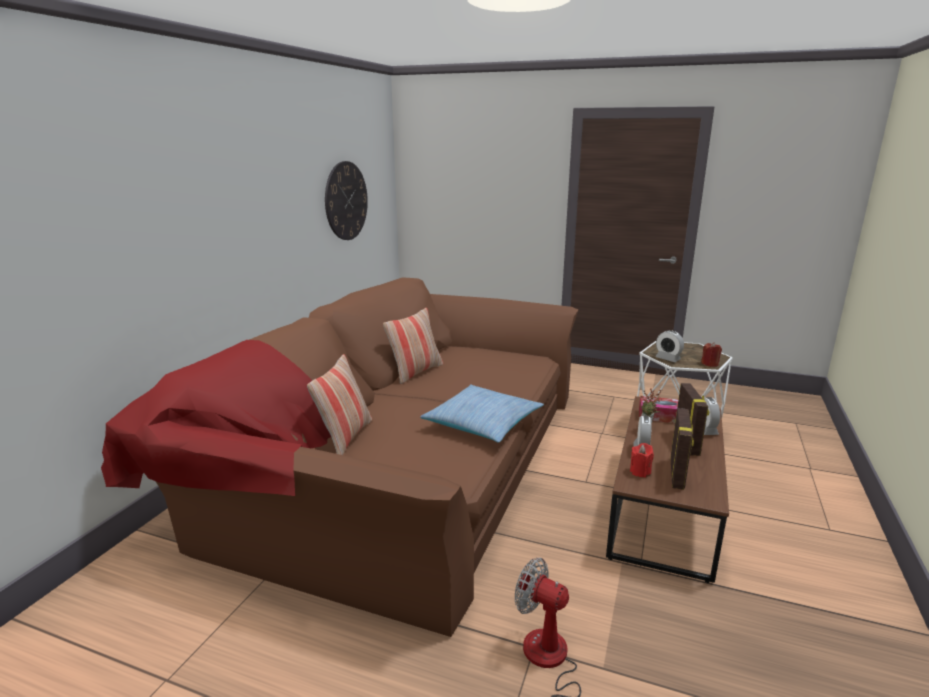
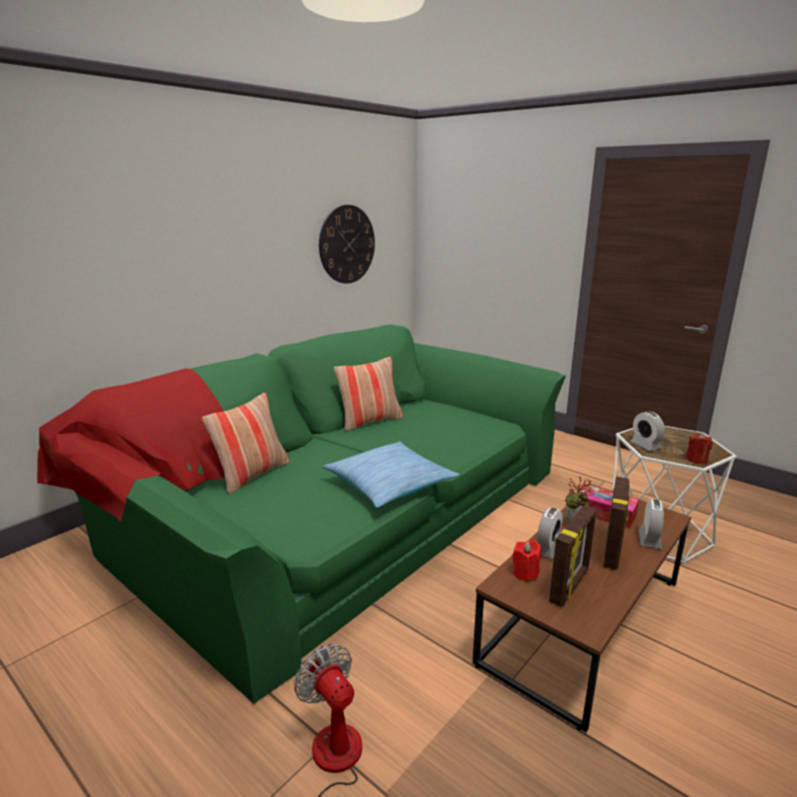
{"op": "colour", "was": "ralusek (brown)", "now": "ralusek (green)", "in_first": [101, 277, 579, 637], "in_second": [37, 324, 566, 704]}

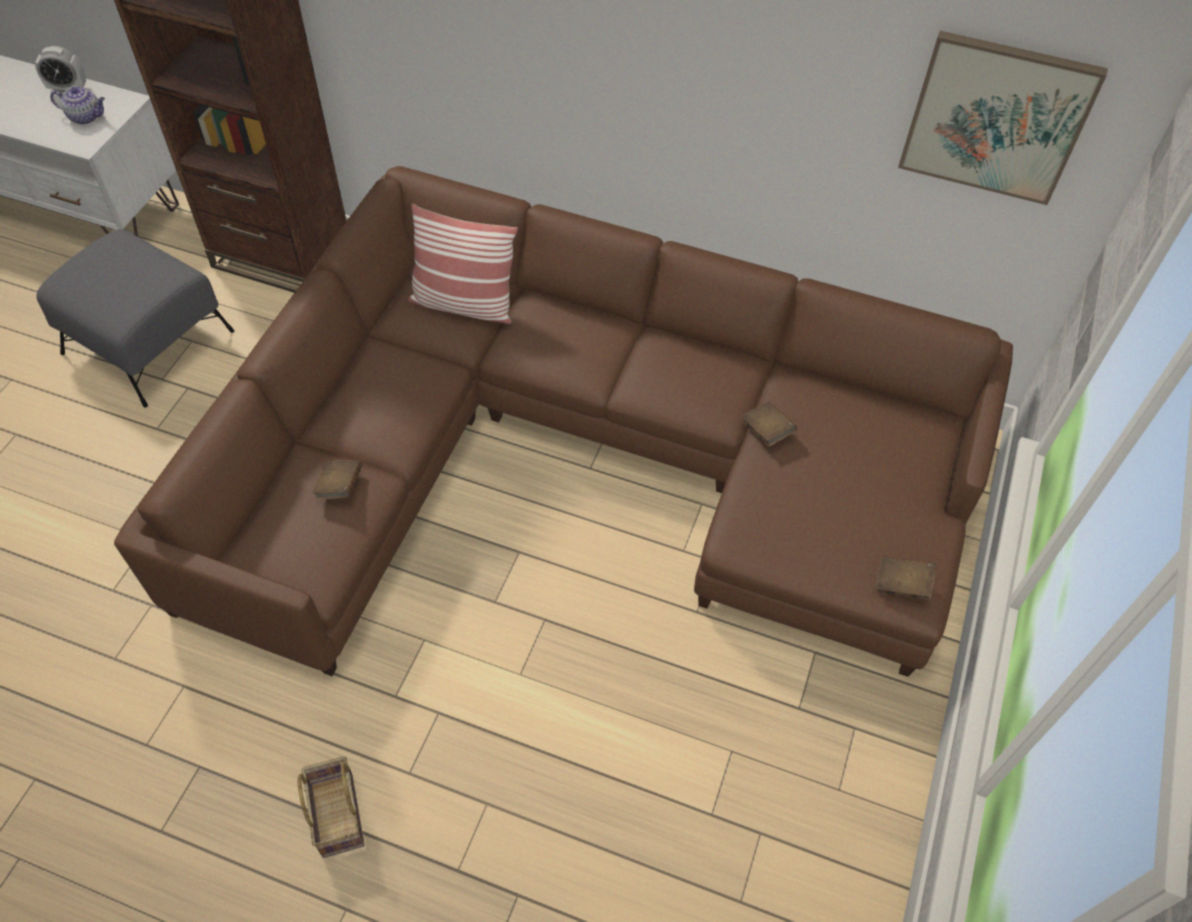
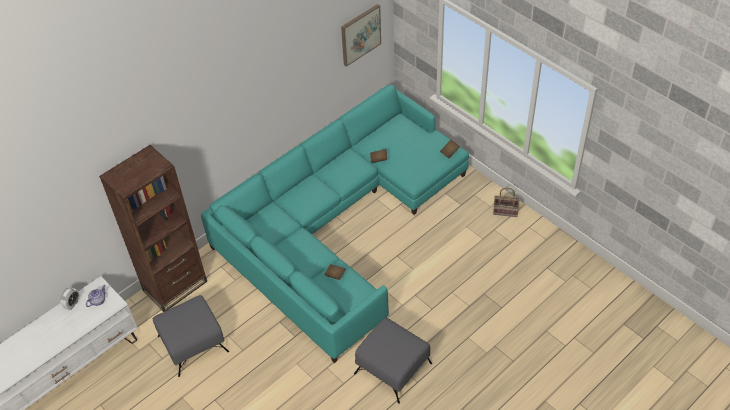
{"op": "colour", "was": "ralusek (brown)", "now": "ralusek (turquoise)", "in_first": [114, 166, 1013, 677], "in_second": [201, 85, 469, 363]}
{"op": "appeared", "now": "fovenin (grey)", "in_second": [354, 318, 432, 404]}
{"op": "relocated", "was": "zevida", "in_first": [298, 757, 364, 858], "in_second": [493, 188, 520, 217]}
{"op": "missing", "was": "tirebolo", "in_first": [408, 204, 518, 324]}

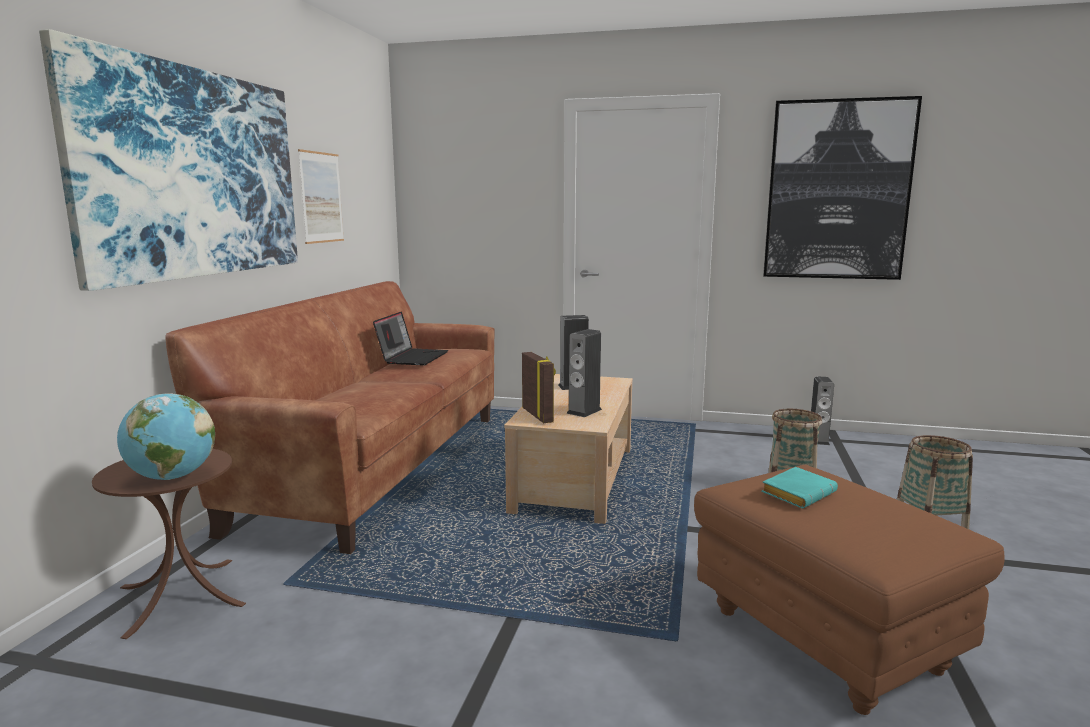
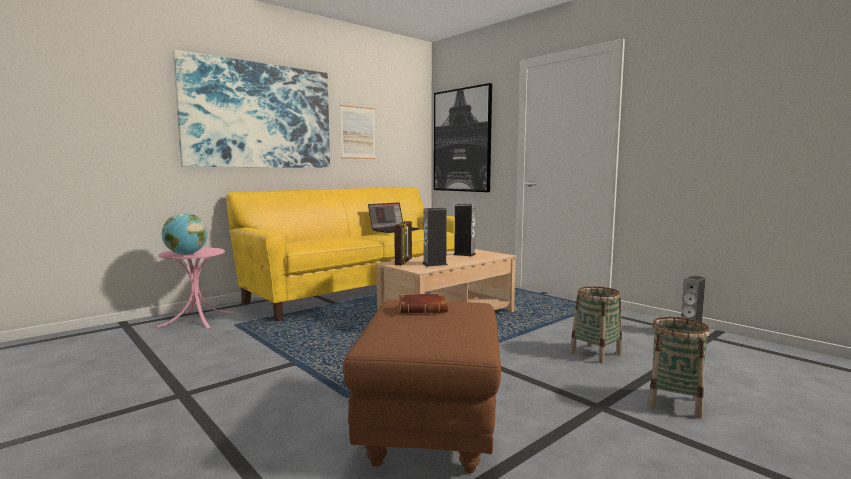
{"op": "colour", "was": "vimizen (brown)", "now": "vimizen (pink)", "in_first": [92, 449, 246, 639], "in_second": [157, 248, 234, 328]}
{"op": "colour", "was": "ralusek (brown)", "now": "ralusek (yellow)", "in_first": [165, 281, 494, 554], "in_second": [226, 187, 455, 321]}
{"op": "colour", "was": "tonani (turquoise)", "now": "tonani (brown)", "in_first": [762, 467, 838, 508], "in_second": [399, 294, 448, 314]}
{"op": "relocated", "was": "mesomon", "in_first": [763, 96, 922, 280], "in_second": [434, 83, 492, 192]}

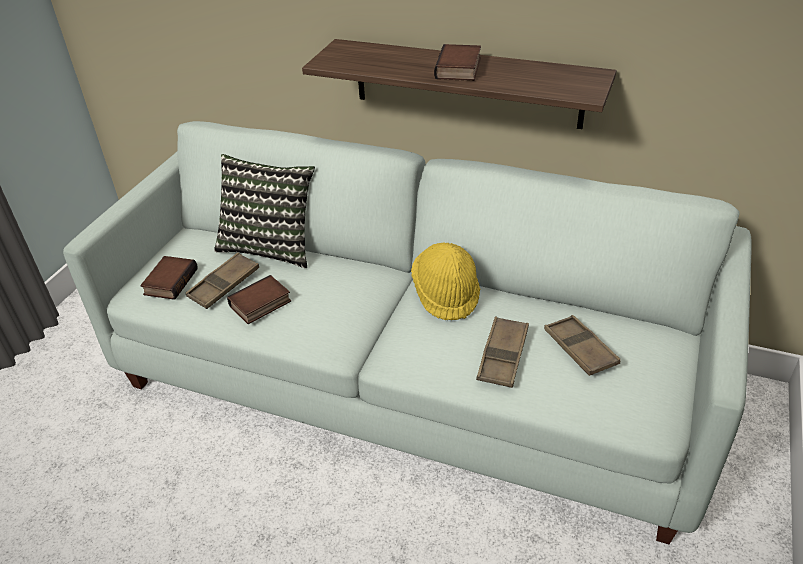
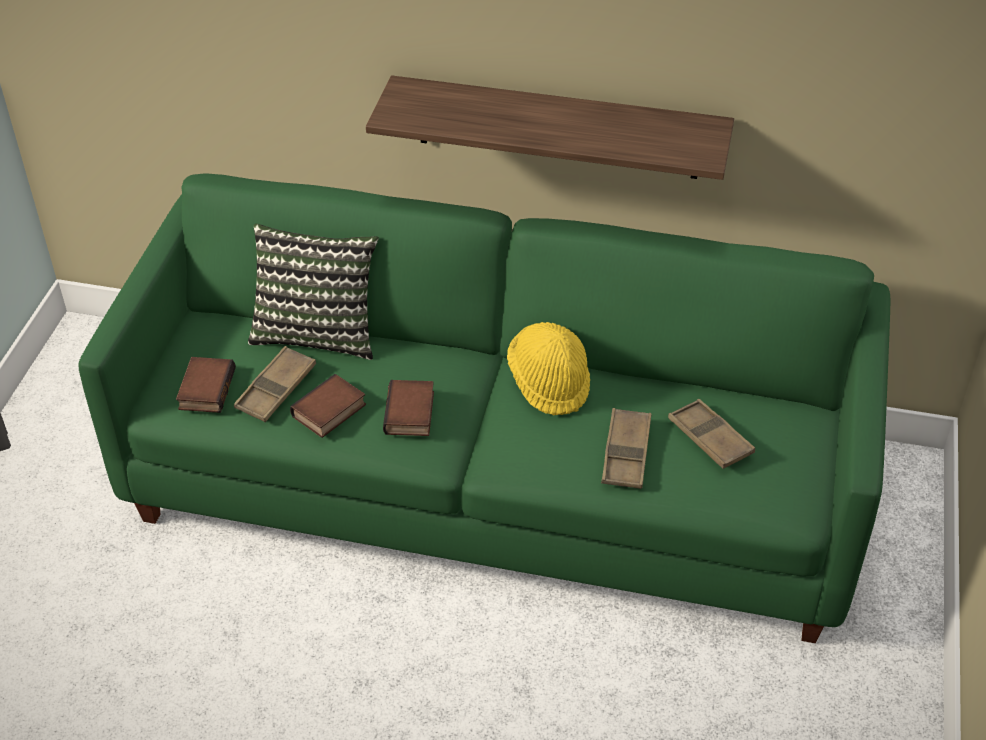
{"op": "colour", "was": "ralusek (white)", "now": "ralusek (green)", "in_first": [63, 121, 752, 544], "in_second": [78, 173, 890, 643]}
{"op": "relocated", "was": "tonani", "in_first": [434, 44, 481, 81], "in_second": [383, 380, 434, 436]}

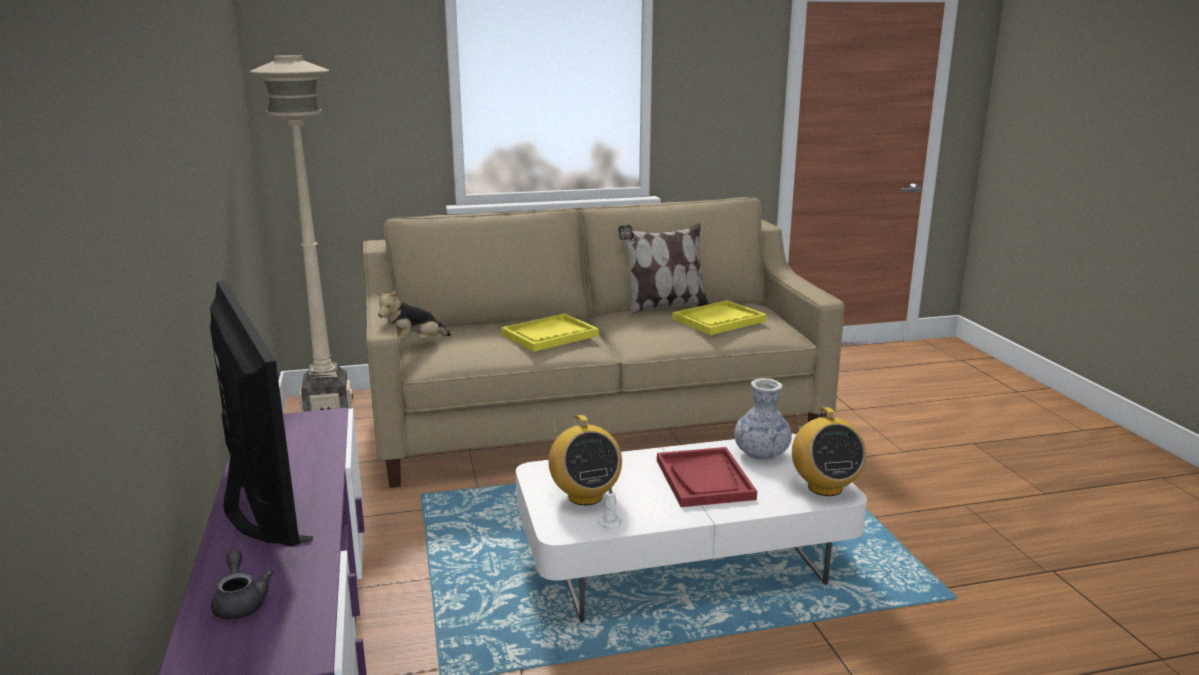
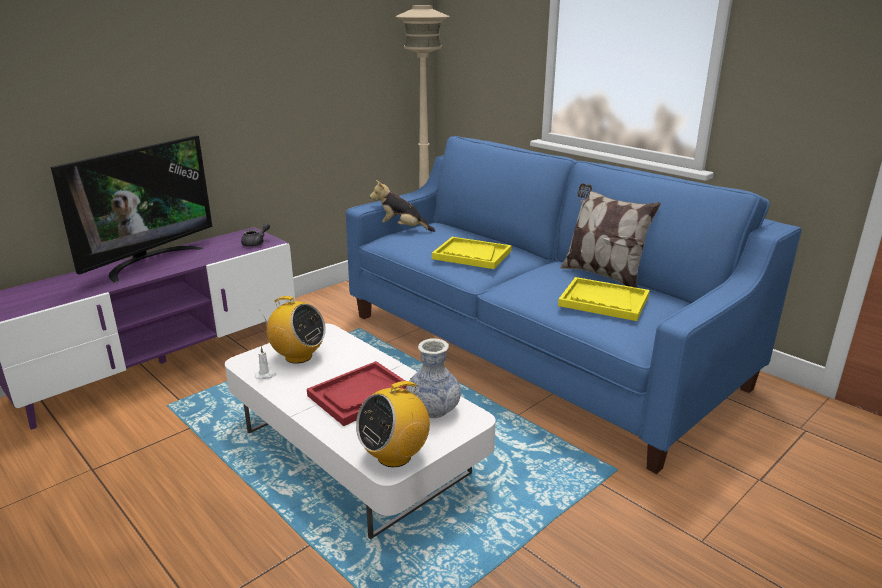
{"op": "relocated", "was": "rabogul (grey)", "in_first": [211, 550, 274, 620], "in_second": [241, 223, 270, 247]}
{"op": "spun", "was": "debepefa", "in_first": [549, 415, 622, 505], "in_second": [260, 296, 326, 364], "clockwise": -105}
{"op": "colour", "was": "ralusek (beige)", "now": "ralusek (blue)", "in_first": [363, 197, 844, 488], "in_second": [346, 136, 802, 474]}

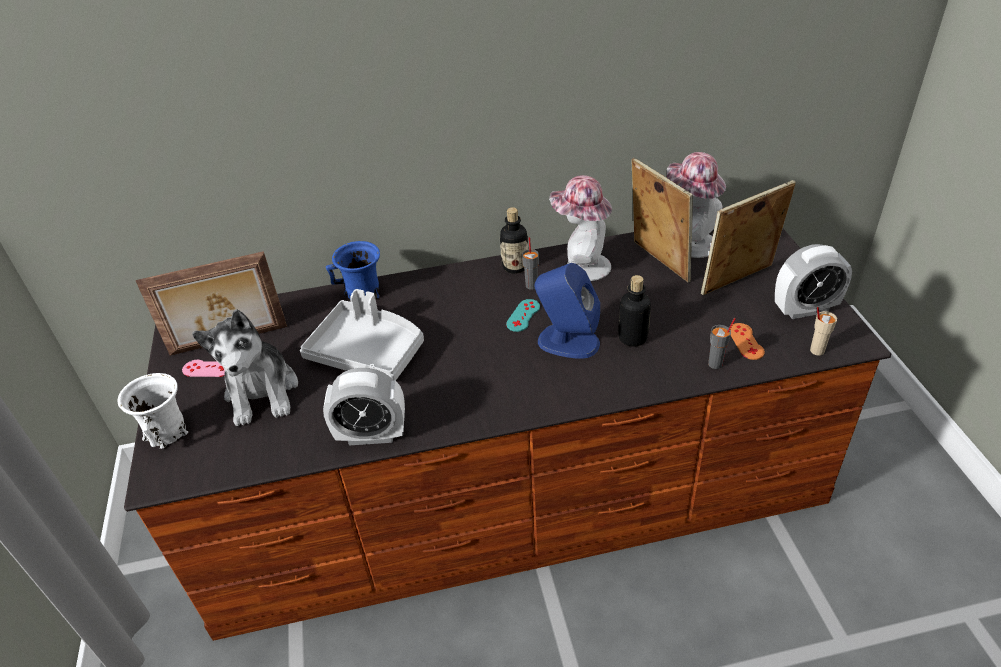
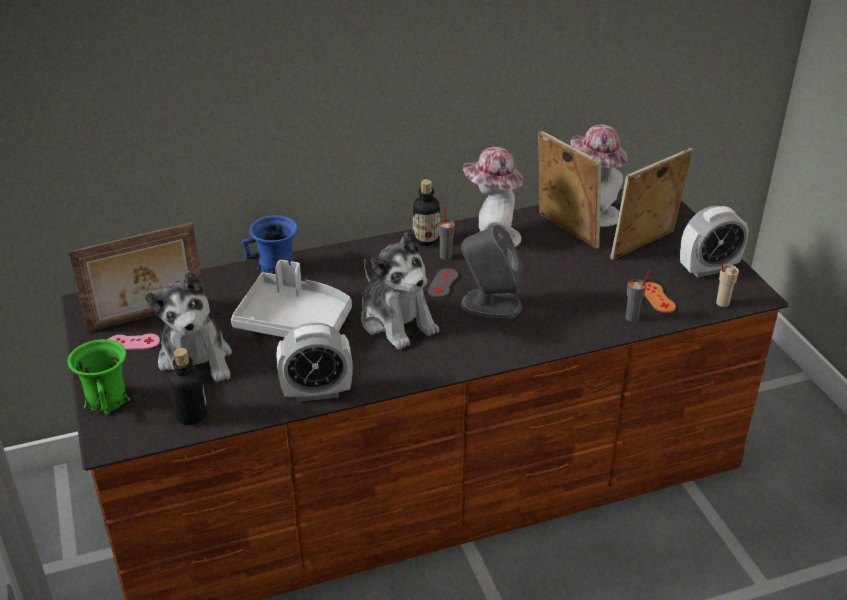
{"op": "colour", "was": "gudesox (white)", "now": "gudesox (green)", "in_first": [117, 373, 188, 449], "in_second": [68, 339, 130, 414]}
{"op": "relocated", "was": "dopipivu", "in_first": [618, 275, 651, 347], "in_second": [169, 348, 207, 425]}
{"op": "appeared", "now": "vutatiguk", "in_second": [361, 232, 439, 350]}
{"op": "colour", "was": "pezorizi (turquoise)", "now": "pezorizi (grey)", "in_first": [506, 299, 540, 332], "in_second": [428, 268, 458, 298]}
{"op": "colour", "was": "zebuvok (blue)", "now": "zebuvok (grey)", "in_first": [534, 263, 600, 359], "in_second": [461, 225, 522, 319]}

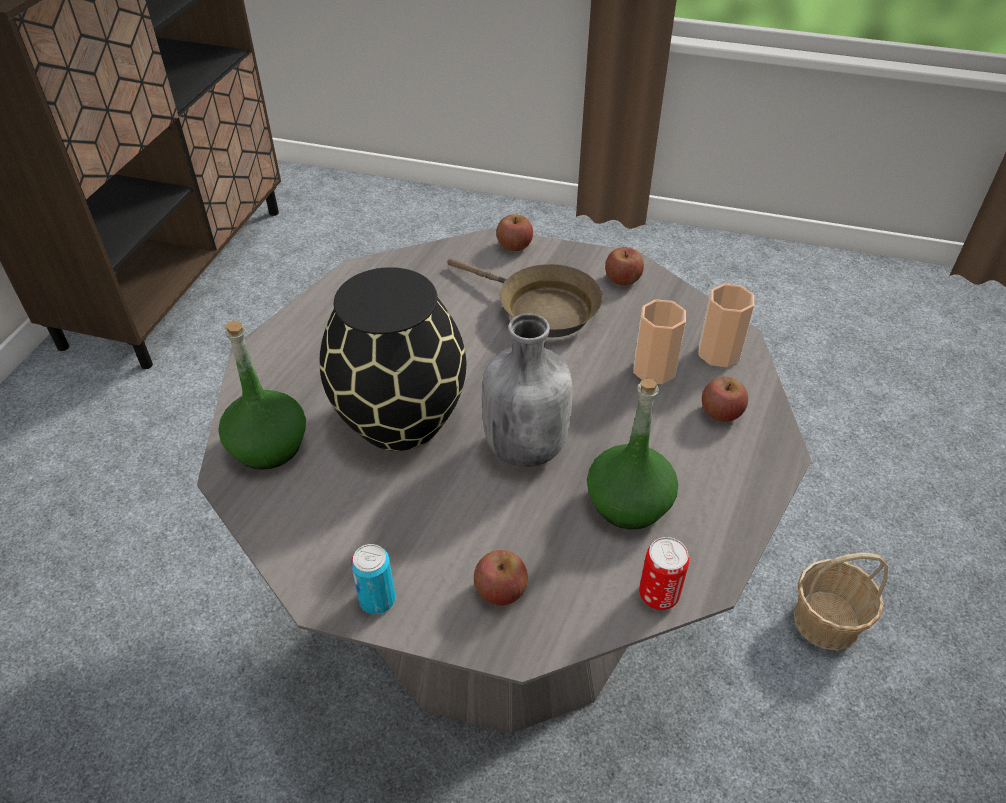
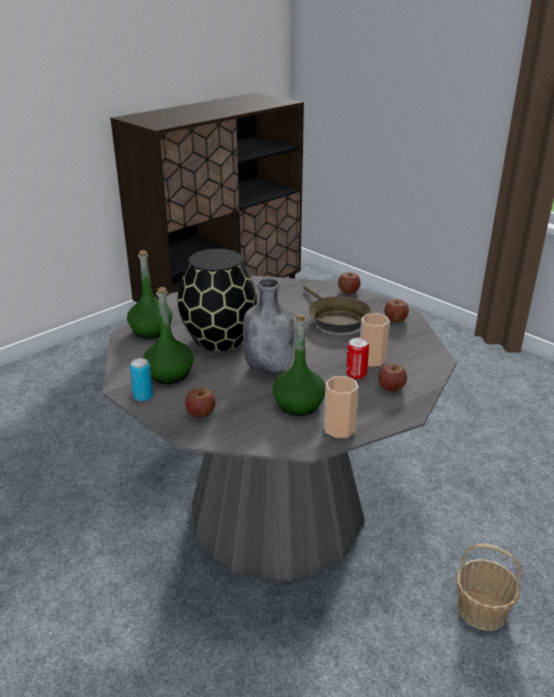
{"op": "appeared", "now": "dopipivu (green)", "in_second": [143, 287, 194, 384]}
{"op": "relocated", "was": "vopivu", "in_first": [698, 284, 754, 367], "in_second": [324, 376, 358, 438]}
{"op": "relocated", "was": "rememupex", "in_first": [639, 537, 689, 610], "in_second": [346, 337, 369, 379]}

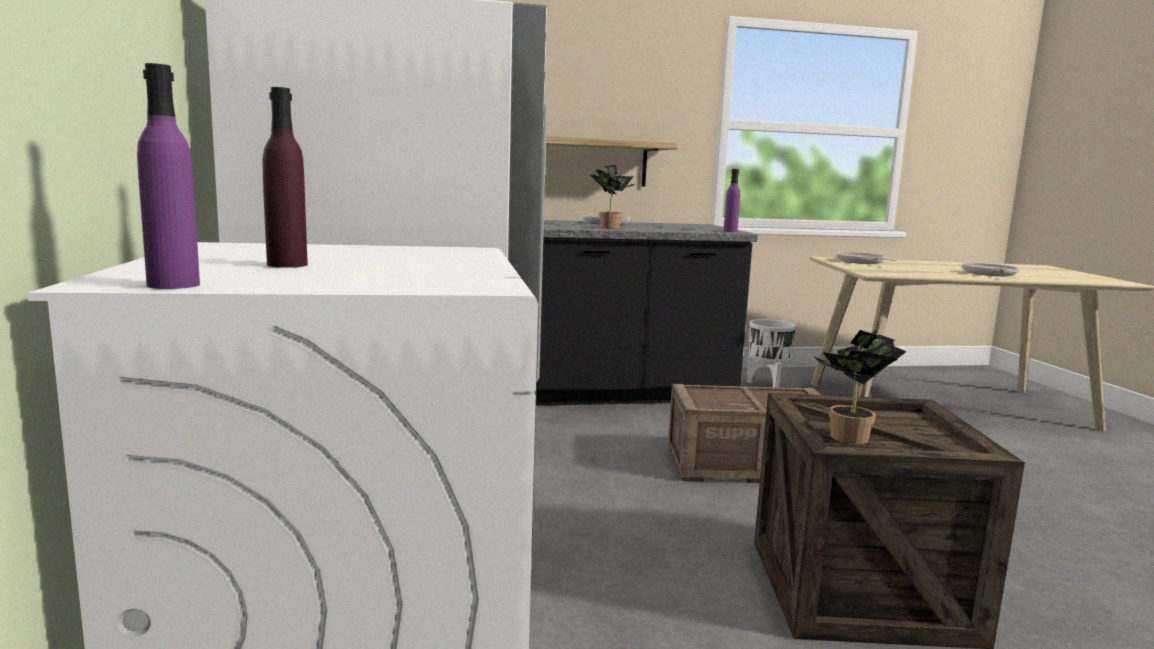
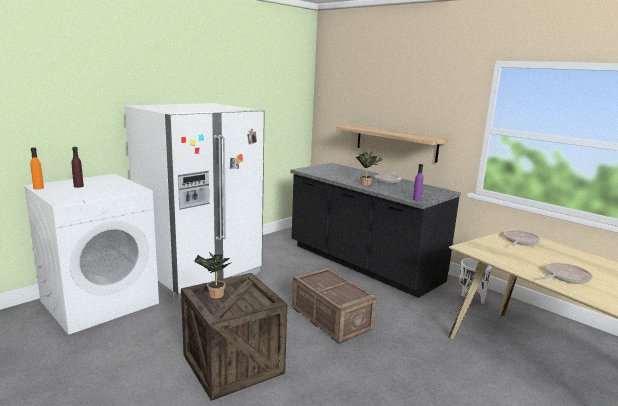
{"op": "colour", "was": "dopipivu (purple)", "now": "dopipivu (orange)", "in_first": [137, 63, 200, 289], "in_second": [30, 147, 44, 189]}

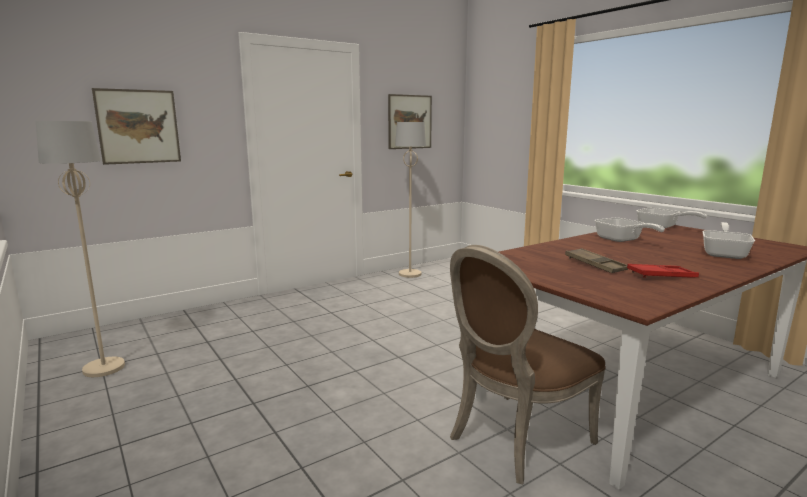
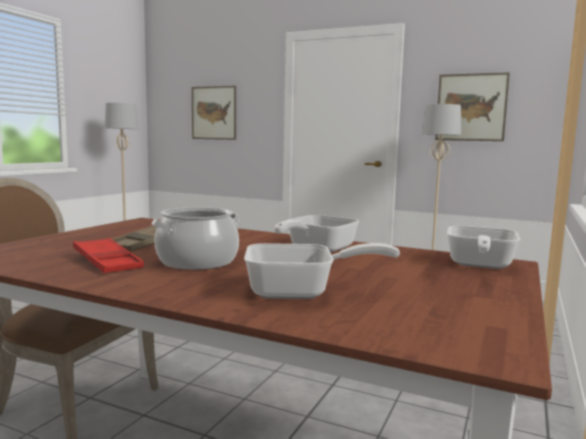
{"op": "appeared", "now": "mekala", "in_second": [151, 207, 239, 270]}

